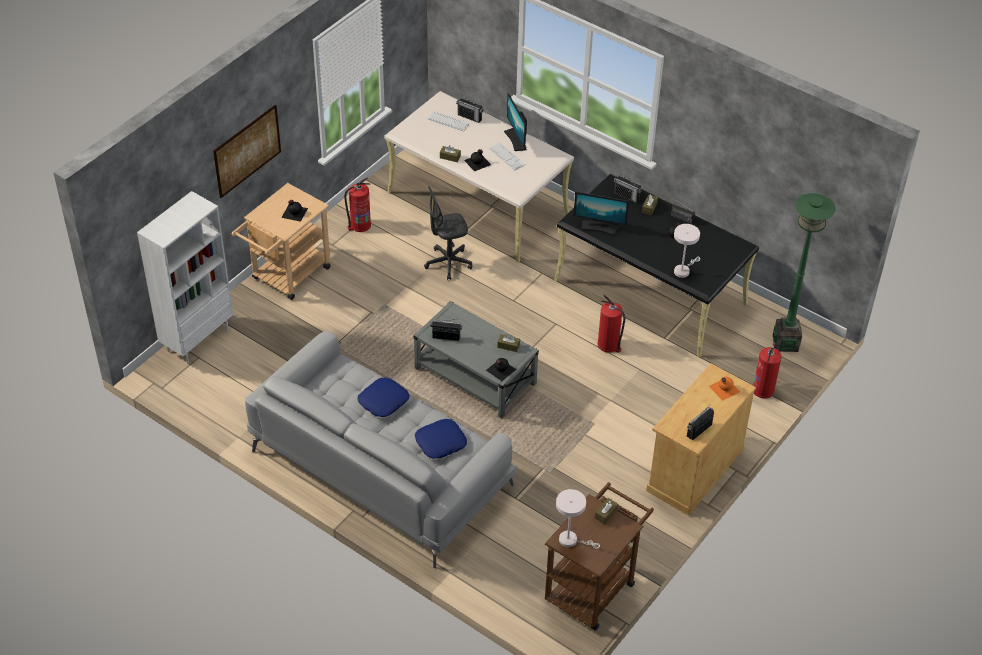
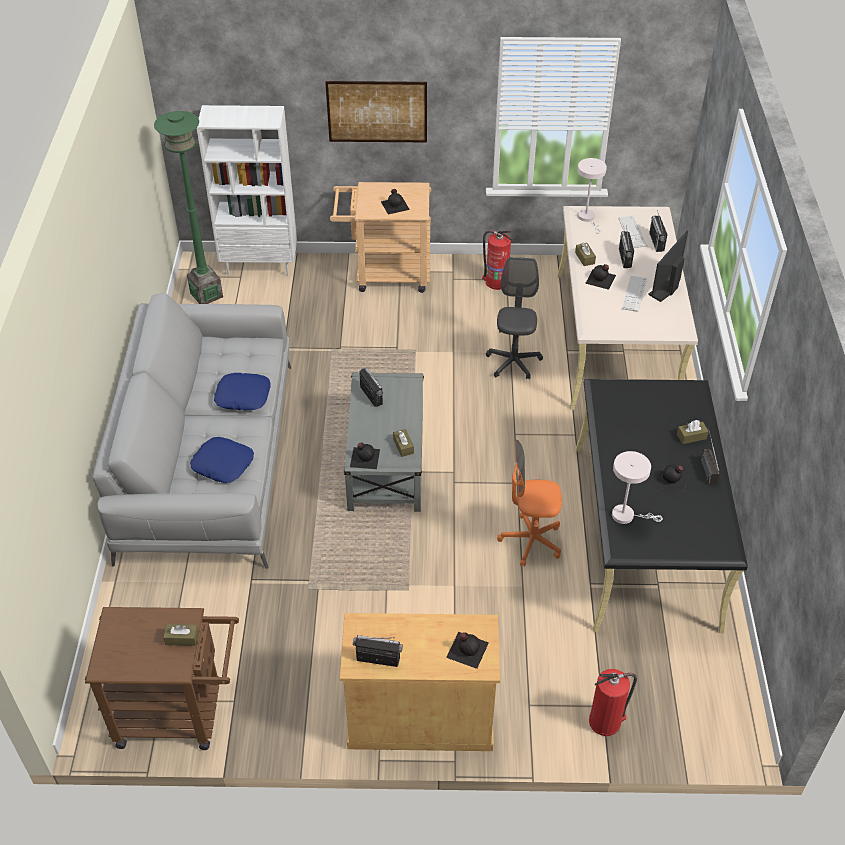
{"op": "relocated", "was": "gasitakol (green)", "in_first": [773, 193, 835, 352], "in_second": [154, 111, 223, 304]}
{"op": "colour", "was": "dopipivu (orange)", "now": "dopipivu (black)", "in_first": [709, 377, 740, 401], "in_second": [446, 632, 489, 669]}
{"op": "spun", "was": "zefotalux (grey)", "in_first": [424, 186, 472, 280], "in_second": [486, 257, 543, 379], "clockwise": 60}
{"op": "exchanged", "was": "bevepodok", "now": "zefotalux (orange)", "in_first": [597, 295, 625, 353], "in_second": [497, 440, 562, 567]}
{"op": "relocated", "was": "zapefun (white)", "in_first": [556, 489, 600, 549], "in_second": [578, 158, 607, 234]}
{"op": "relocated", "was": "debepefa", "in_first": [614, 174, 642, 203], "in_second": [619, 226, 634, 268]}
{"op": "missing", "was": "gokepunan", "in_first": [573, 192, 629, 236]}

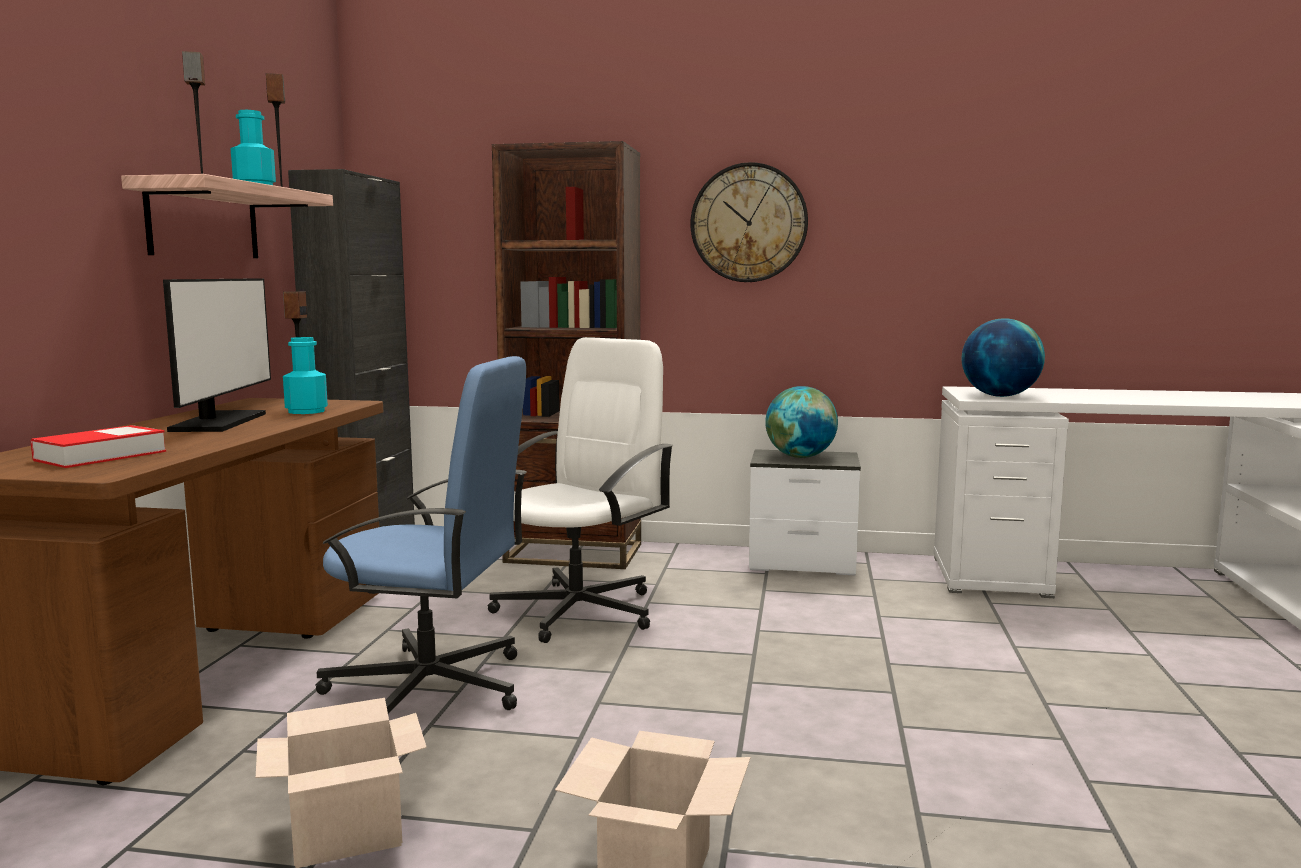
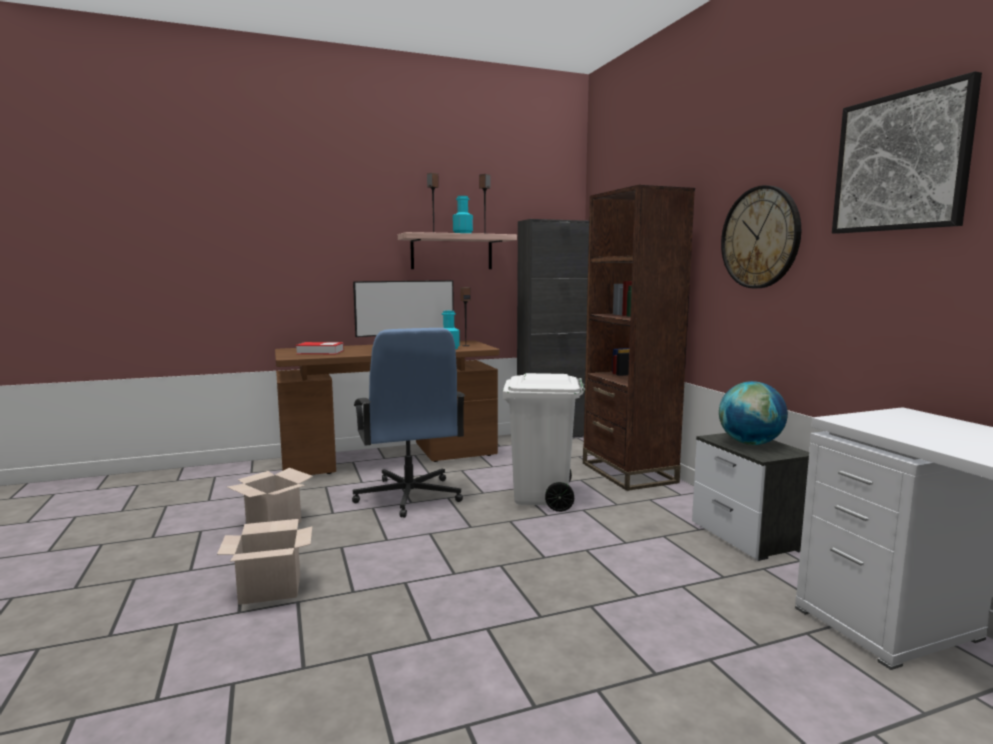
{"op": "exchanged", "was": "zefotalux (white)", "now": "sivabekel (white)", "in_first": [488, 337, 674, 643], "in_second": [503, 373, 585, 512]}
{"op": "appeared", "now": "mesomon", "in_second": [832, 71, 982, 234]}
{"op": "missing", "was": "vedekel", "in_first": [962, 318, 1045, 397]}

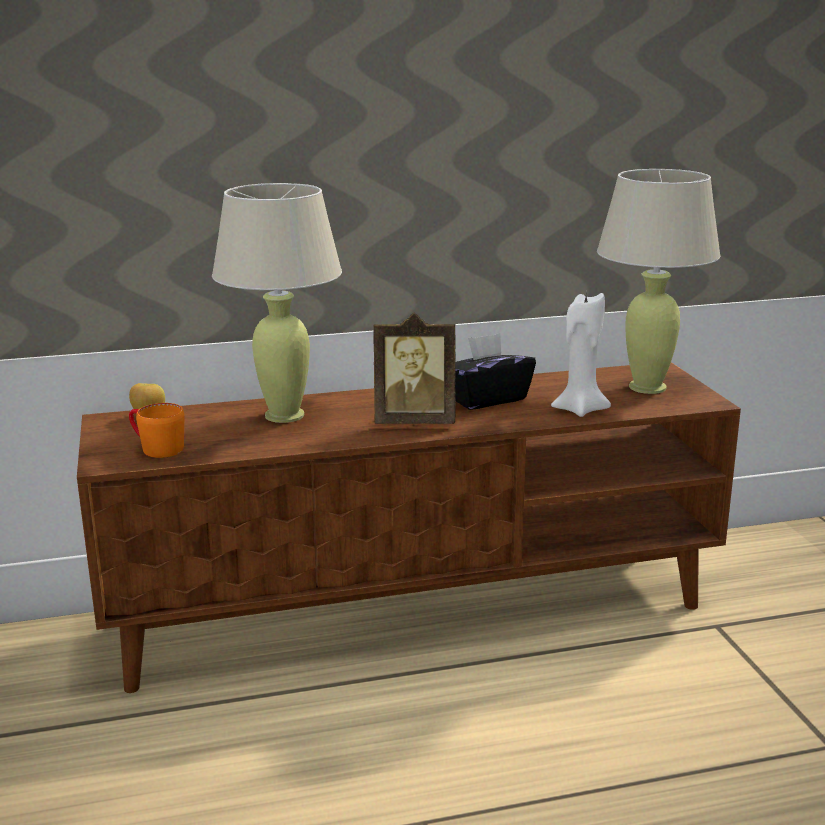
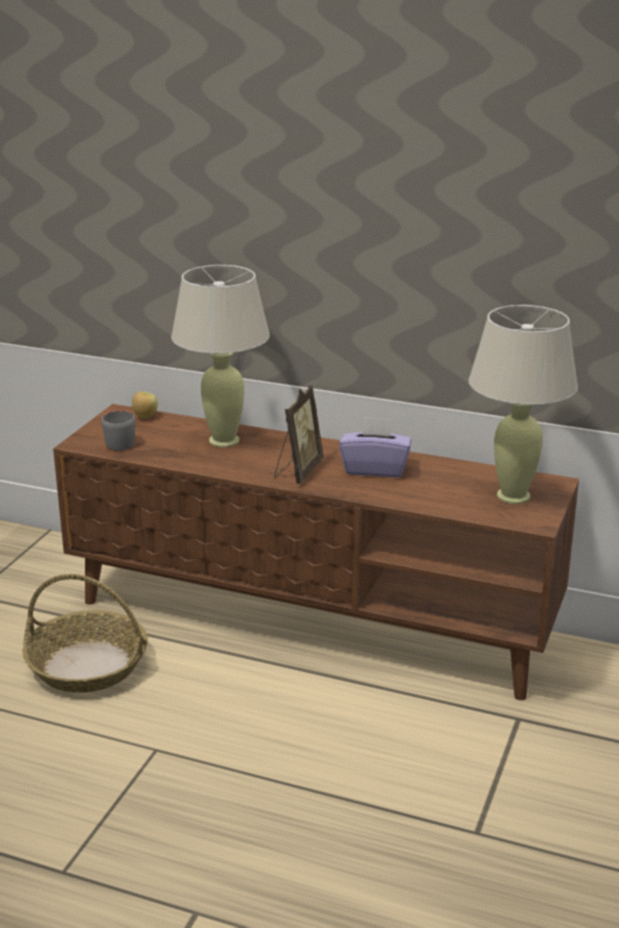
{"op": "appeared", "now": "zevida", "in_second": [23, 574, 148, 693]}
{"op": "colour", "was": "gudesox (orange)", "now": "gudesox (grey)", "in_first": [129, 403, 185, 458], "in_second": [101, 411, 135, 451]}
{"op": "spun", "was": "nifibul", "in_first": [373, 313, 456, 424], "in_second": [274, 386, 323, 484], "clockwise": -105}
{"op": "colour", "was": "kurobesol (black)", "now": "kurobesol (purple)", "in_first": [455, 333, 536, 410], "in_second": [339, 416, 411, 477]}
{"op": "missing", "was": "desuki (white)", "in_first": [551, 293, 611, 417]}

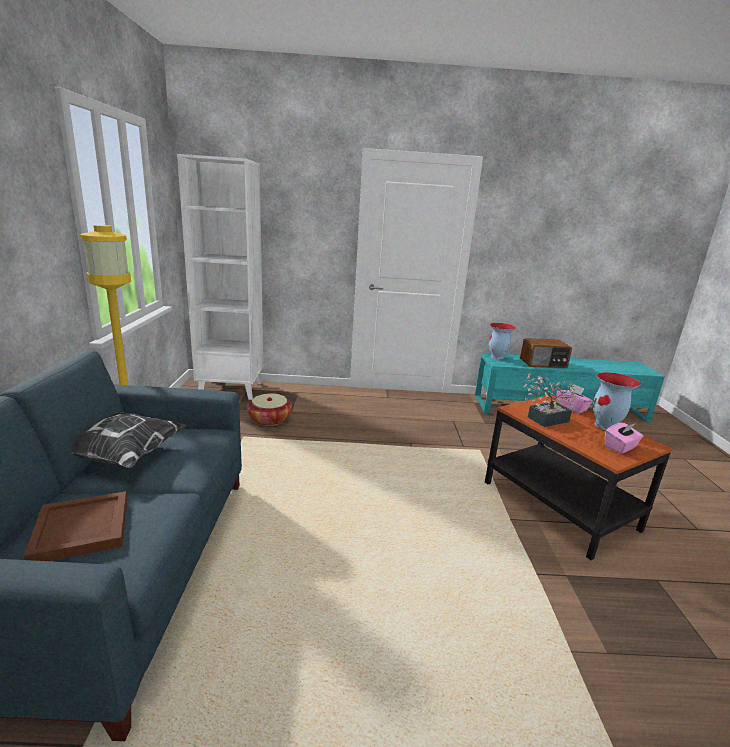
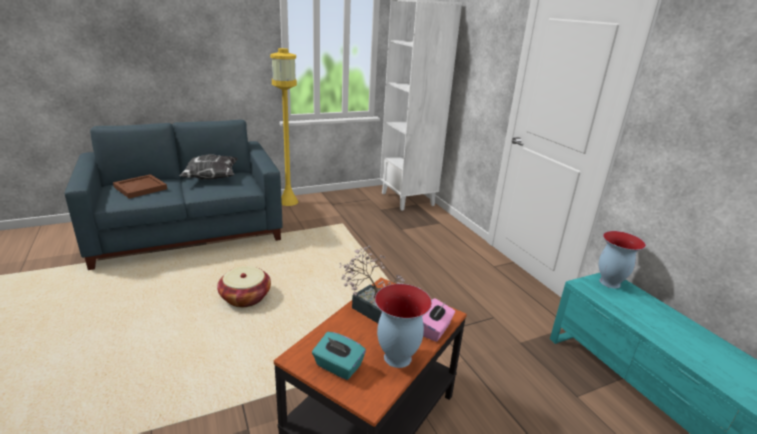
{"op": "relocated", "was": "zevida", "in_first": [247, 393, 292, 426], "in_second": [217, 266, 271, 307]}
{"op": "colour", "was": "kurobesol (pink)", "now": "kurobesol (turquoise)", "in_first": [605, 423, 643, 454], "in_second": [312, 332, 366, 380]}
{"op": "missing", "was": "debepefa", "in_first": [520, 338, 572, 368]}

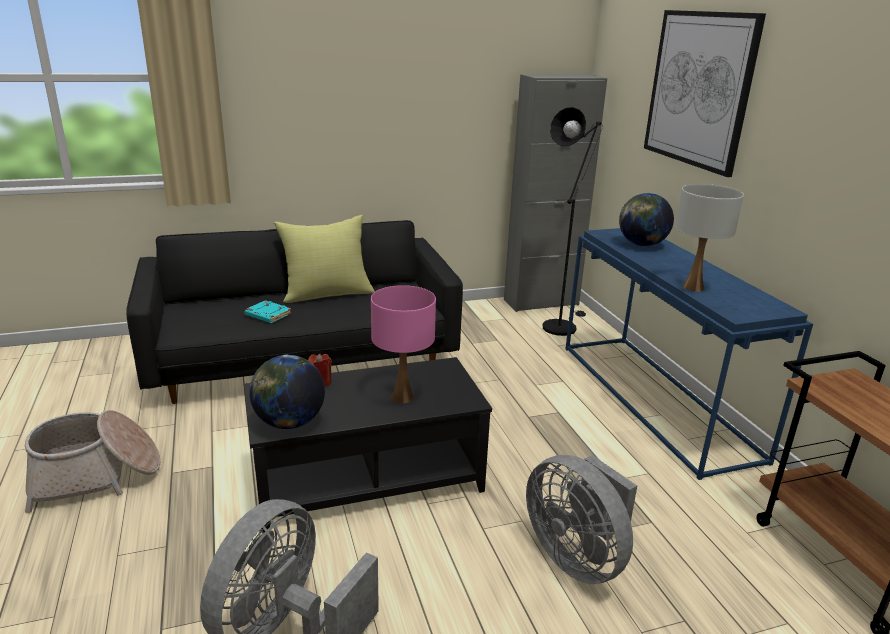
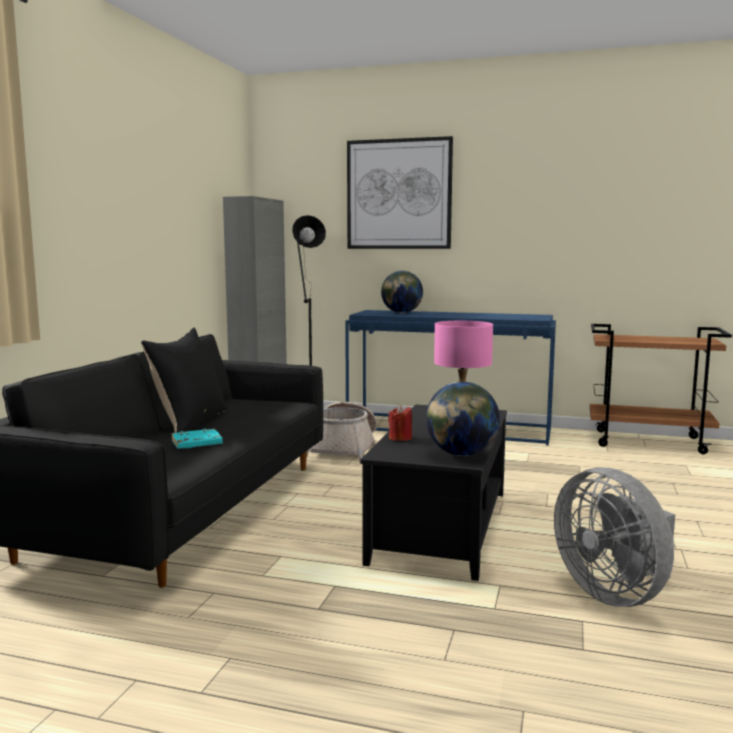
{"op": "colour", "was": "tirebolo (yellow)", "now": "tirebolo (black)", "in_first": [274, 215, 375, 303], "in_second": [141, 328, 228, 433]}
{"op": "relocated", "was": "zevida", "in_first": [25, 410, 160, 513], "in_second": [306, 402, 377, 462]}
{"op": "missing", "was": "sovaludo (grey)", "in_first": [526, 455, 637, 584]}
{"op": "missing", "was": "zapefun (white)", "in_first": [675, 184, 744, 292]}

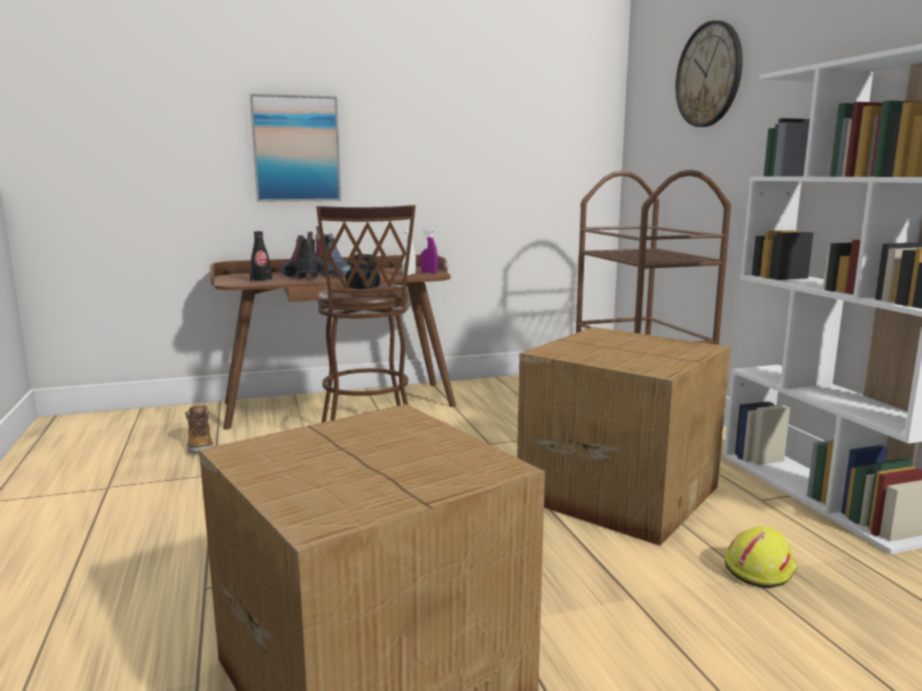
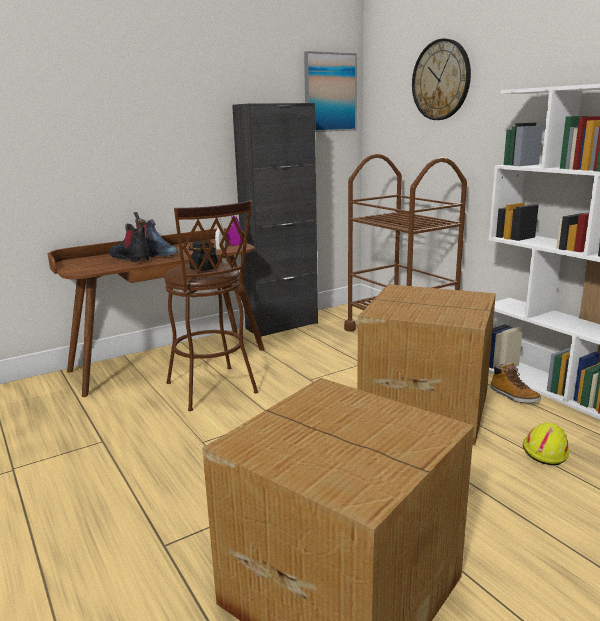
{"op": "appeared", "now": "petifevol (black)", "in_second": [232, 103, 318, 337]}
{"op": "relocated", "was": "mesomon", "in_first": [250, 94, 341, 202], "in_second": [304, 51, 357, 132]}
{"op": "relocated", "was": "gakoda", "in_first": [185, 404, 214, 453], "in_second": [490, 362, 541, 403]}
{"op": "missing", "was": "dopipivu (black)", "in_first": [250, 231, 273, 282]}

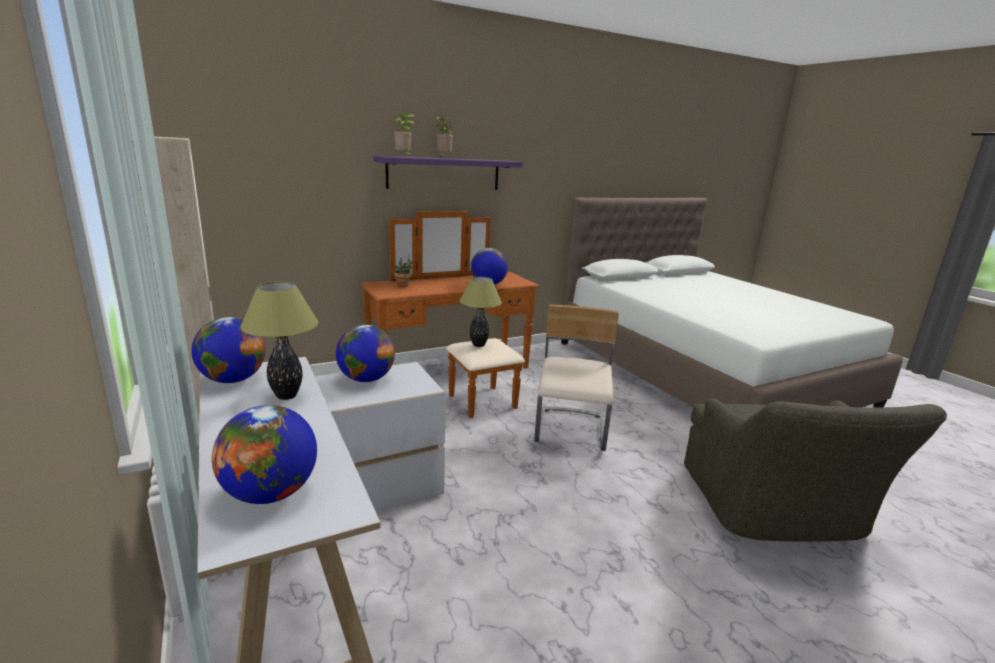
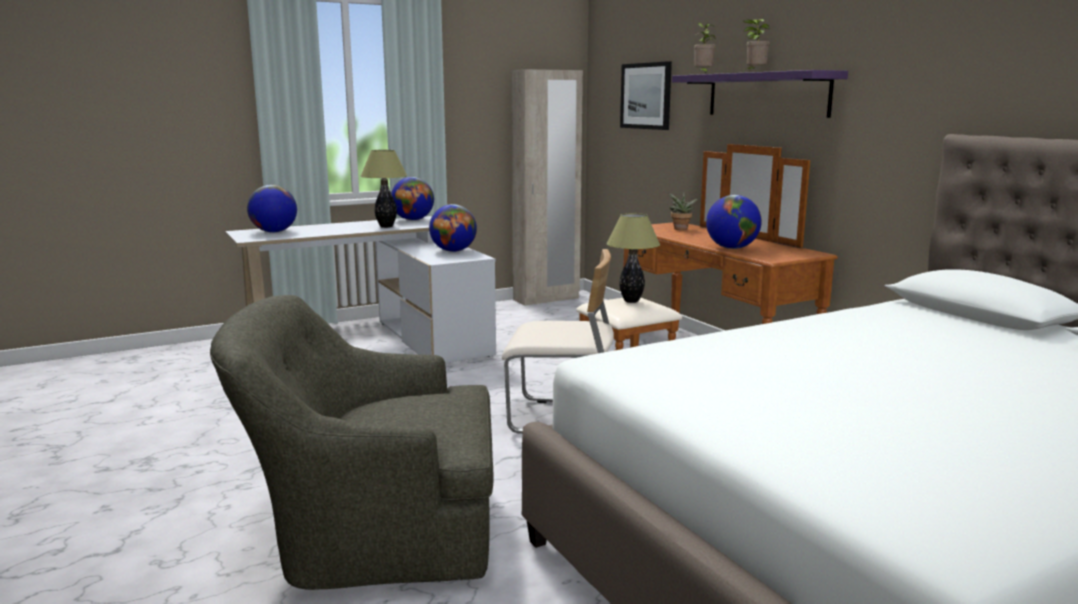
{"op": "appeared", "now": "mesomon", "in_second": [620, 61, 672, 130]}

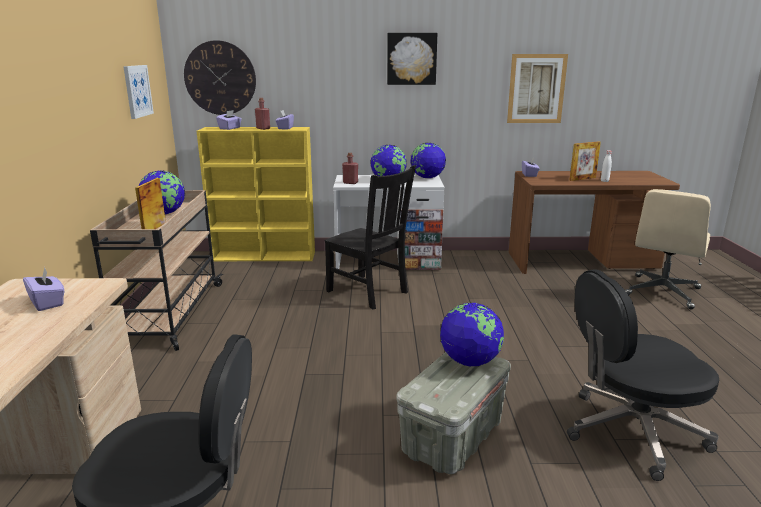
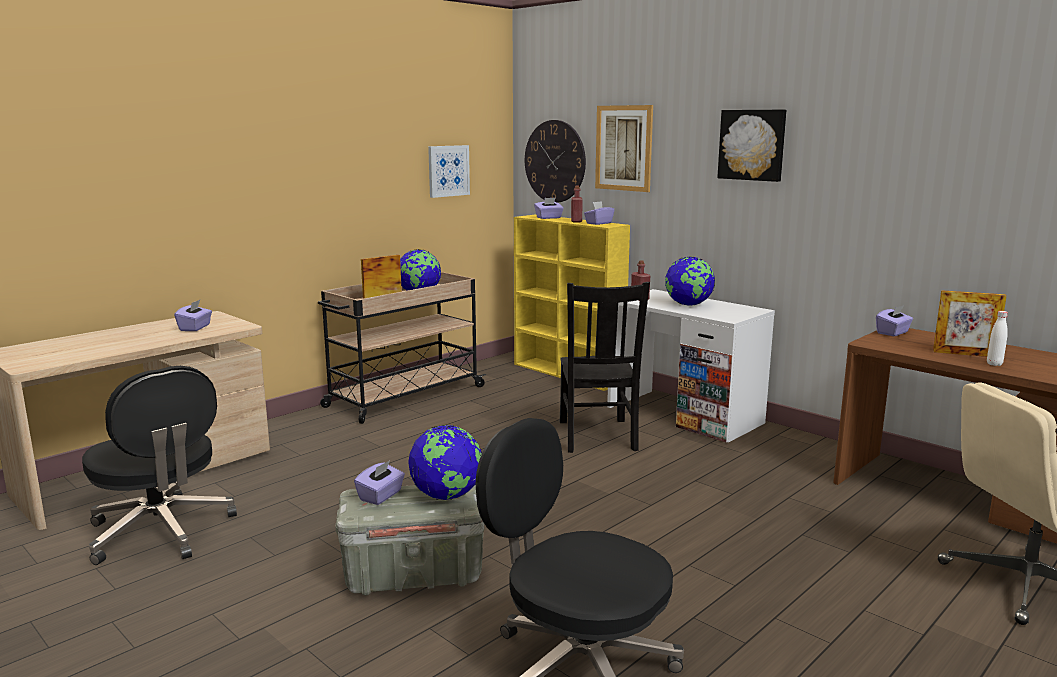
{"op": "appeared", "now": "kurobesol (purple)", "in_second": [354, 461, 405, 505]}
{"op": "relocated", "was": "mesomon", "in_first": [507, 54, 568, 123], "in_second": [595, 105, 653, 192]}
{"op": "missing", "was": "vedekel", "in_first": [410, 143, 446, 178]}

